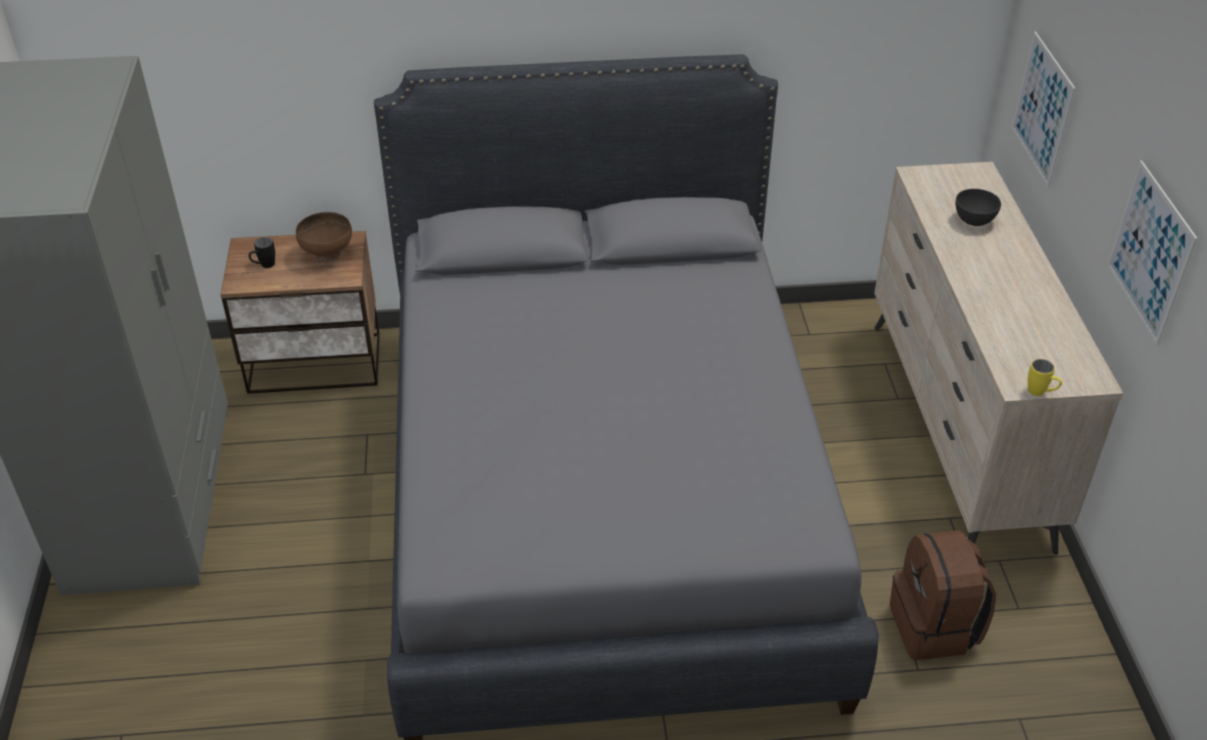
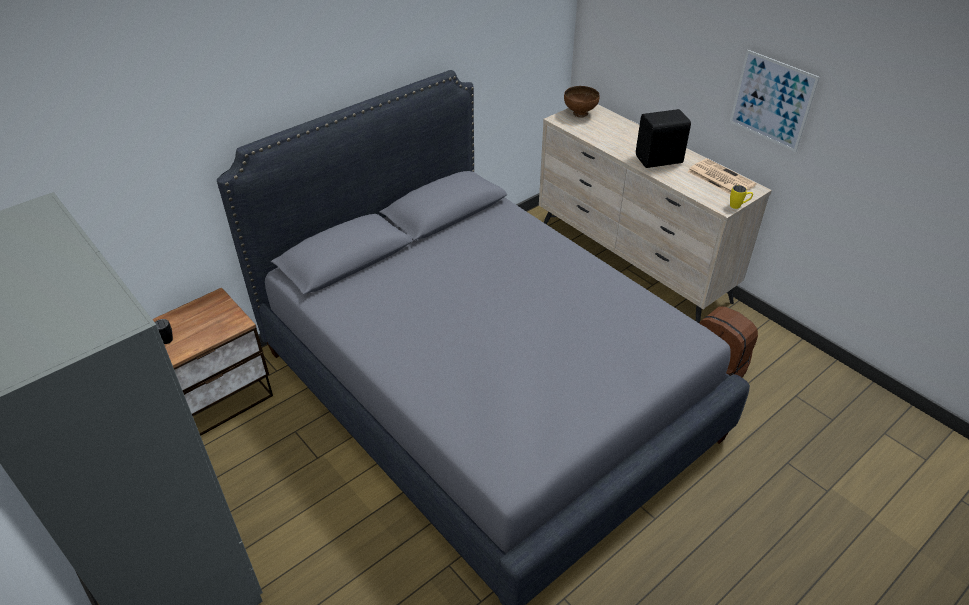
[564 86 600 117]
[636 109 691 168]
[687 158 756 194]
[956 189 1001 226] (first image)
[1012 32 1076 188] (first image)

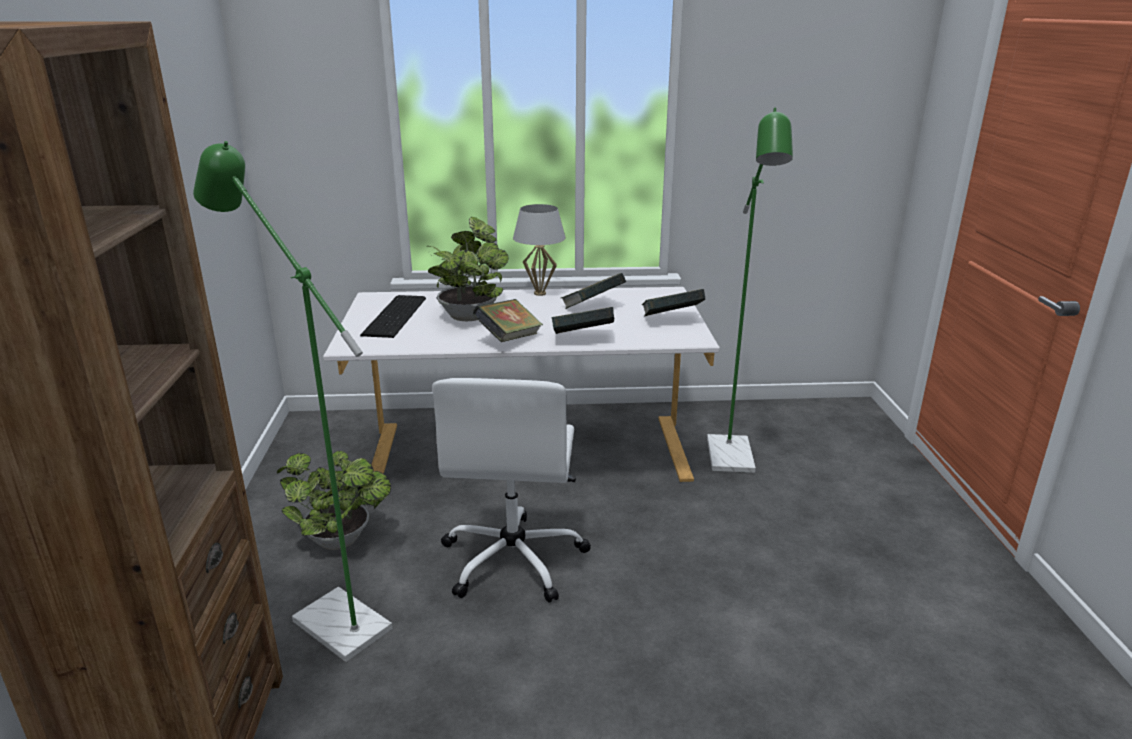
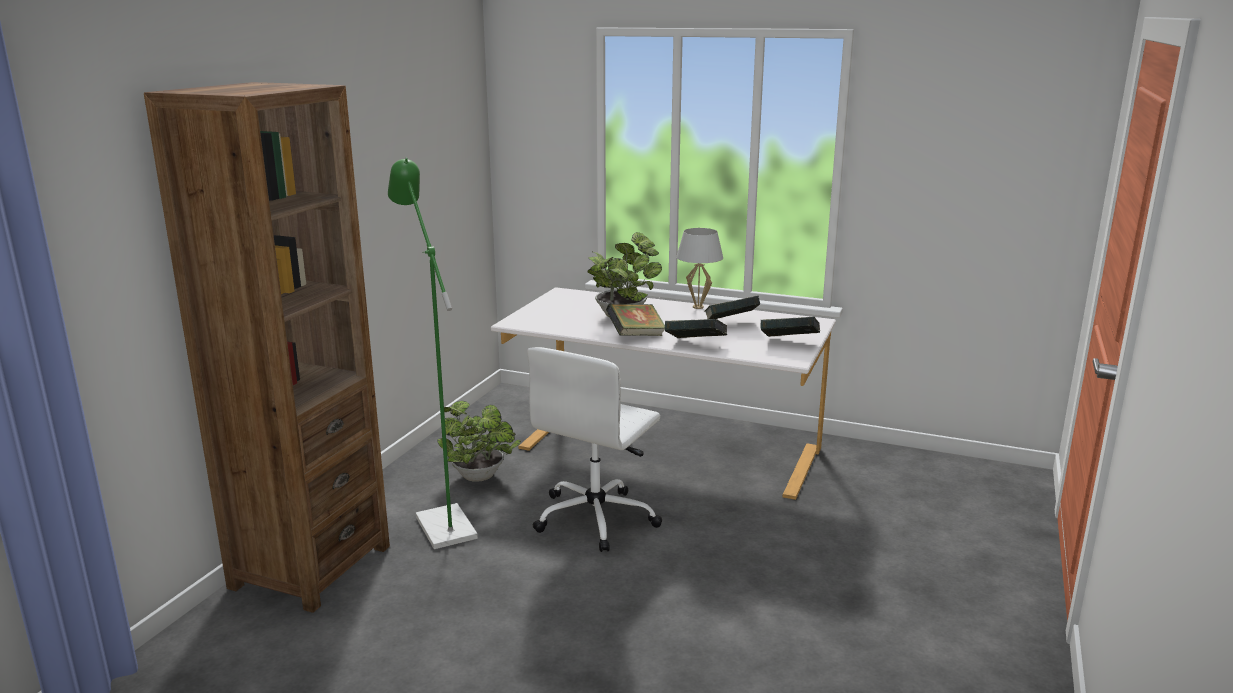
[360 295 426 338] (first image)
[707 107 793 473] (first image)

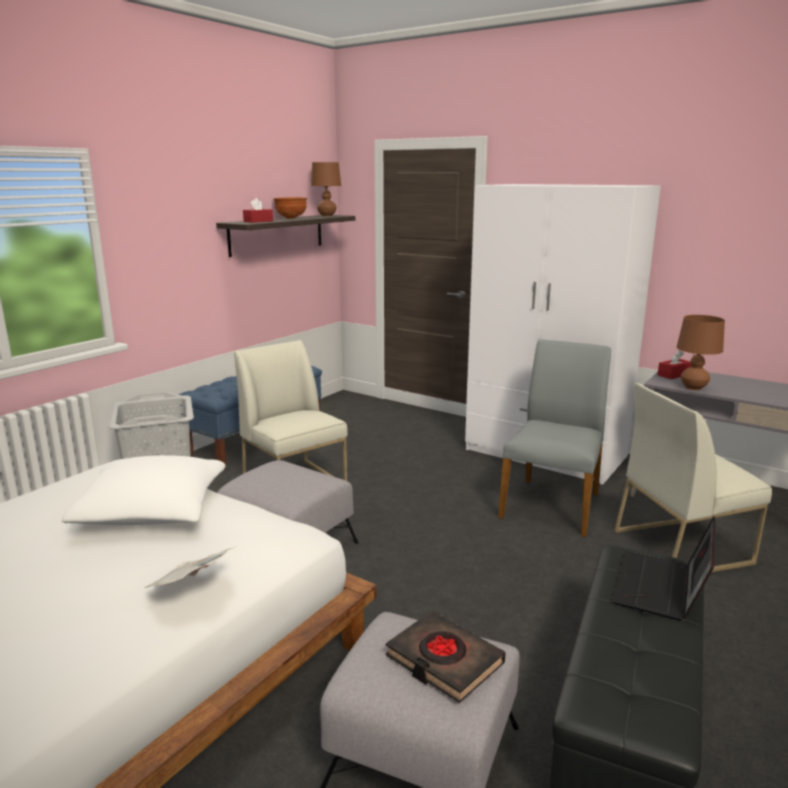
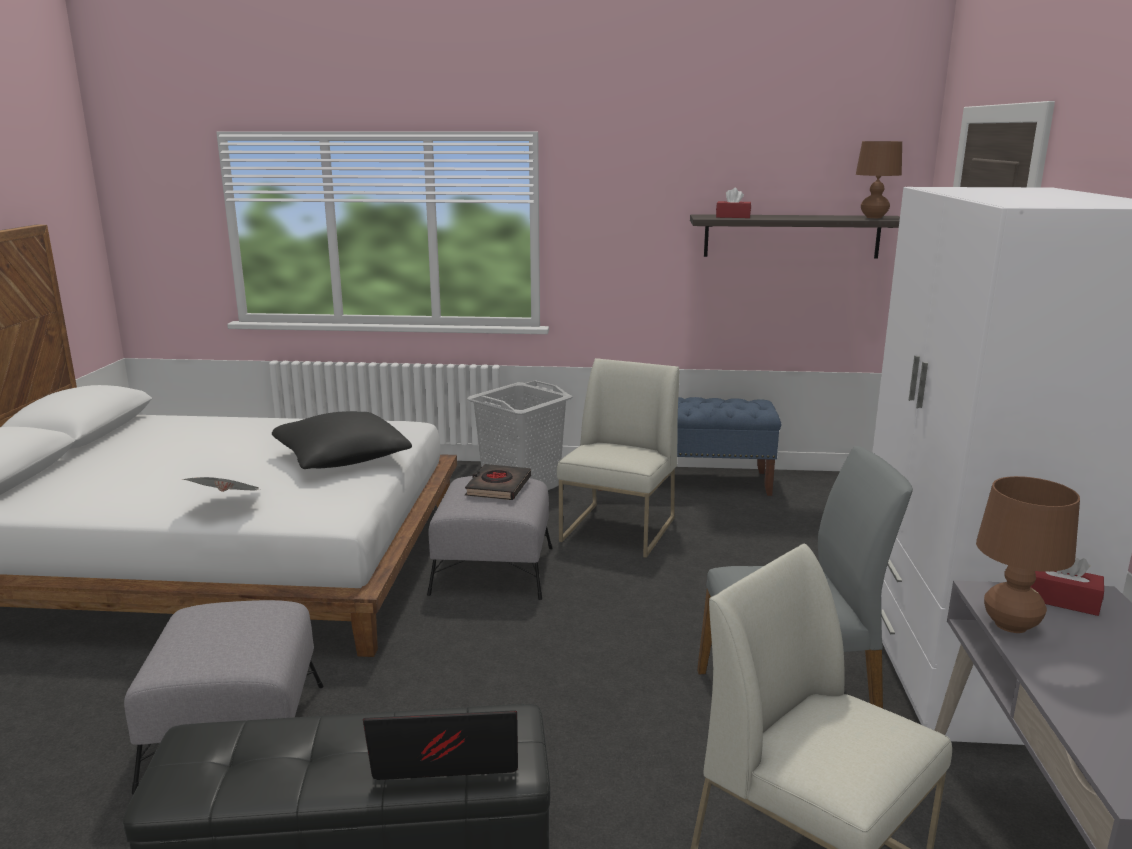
[272 411 412 469]
[465 464 531 500]
[273 197 307 219] (first image)

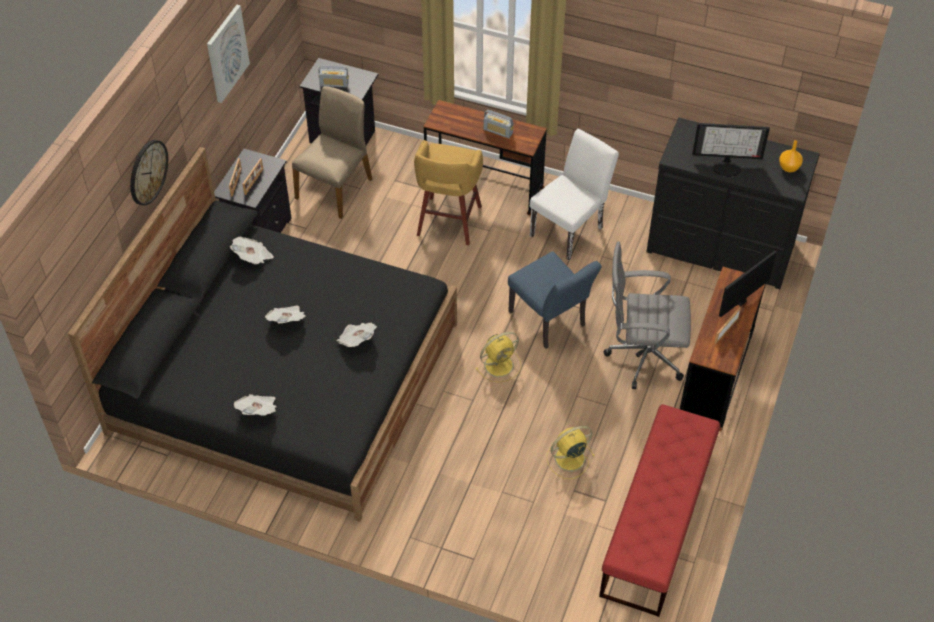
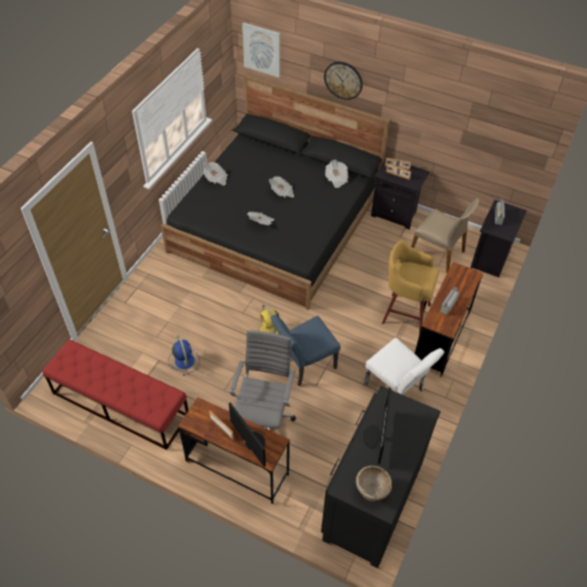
[168 335 200 376]
[242 22 280 78]
[356 466 392 501]

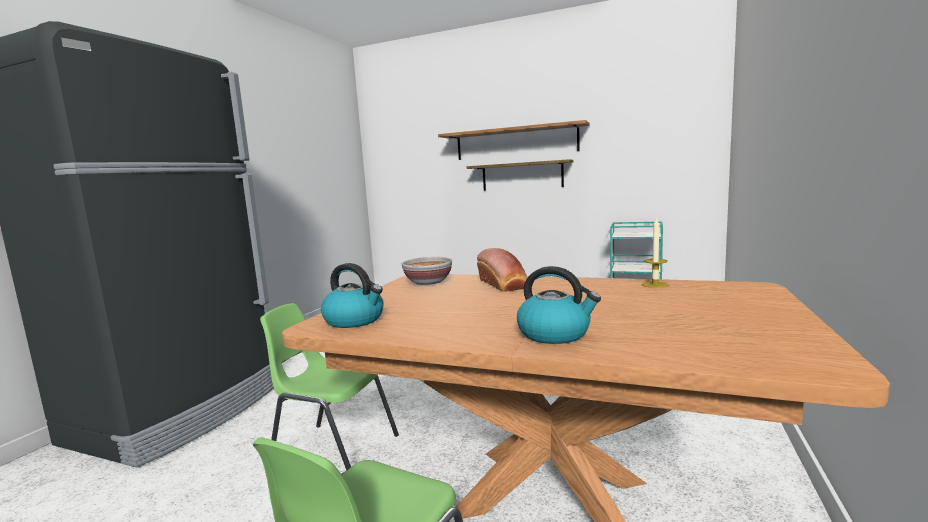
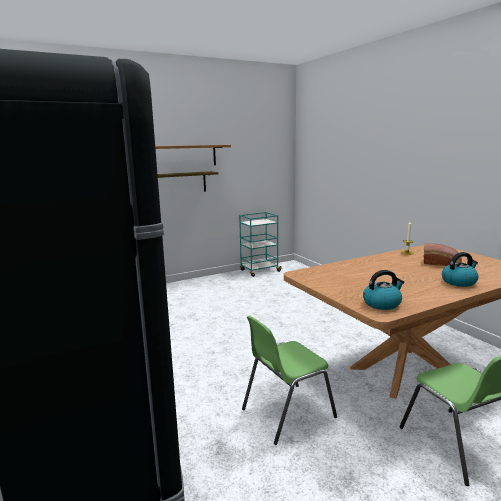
[423 243 462 266]
[402 257 452 285] (first image)

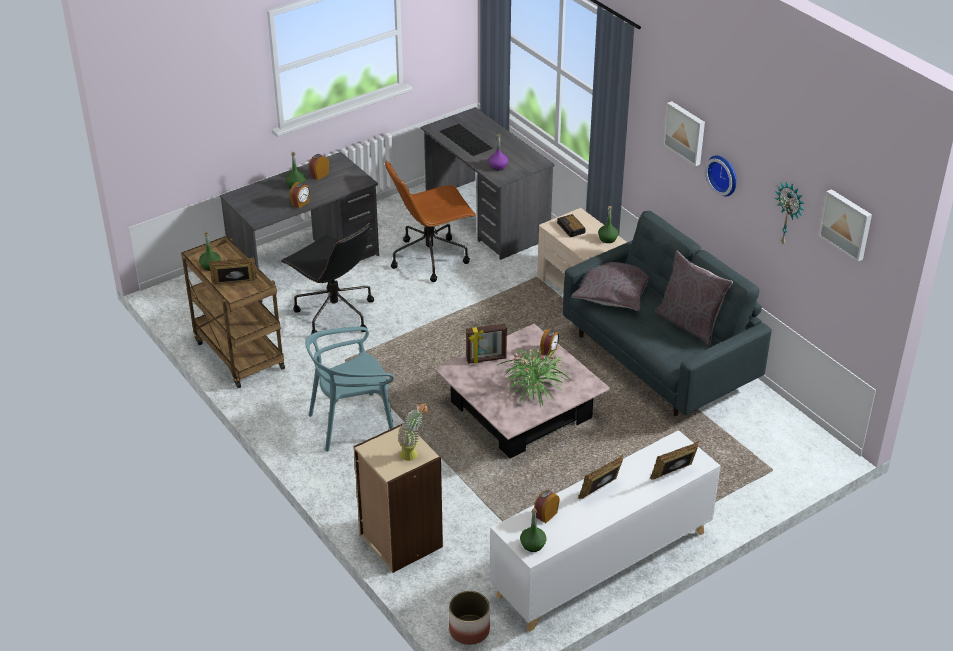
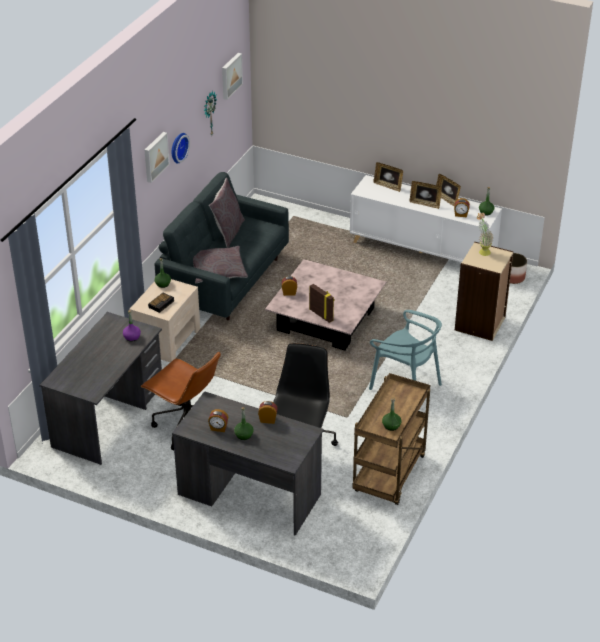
[436 174 461 206]
[440 124 493 156] (first image)
[496 345 571 408] (first image)

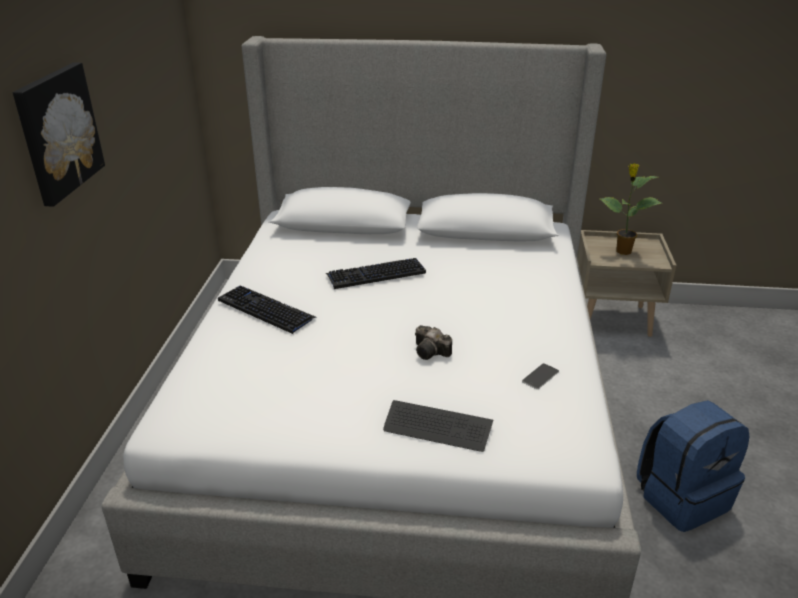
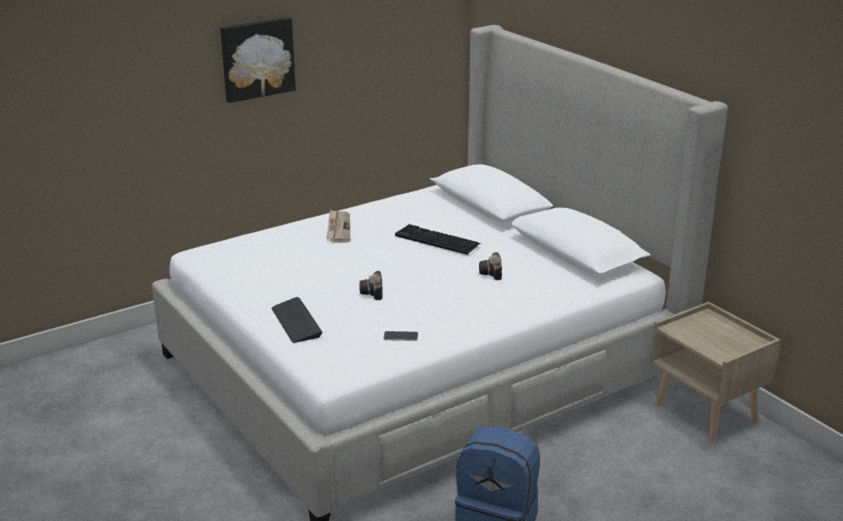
[326 210 350 243]
[479 252 502 280]
[600 163 662 255] (first image)

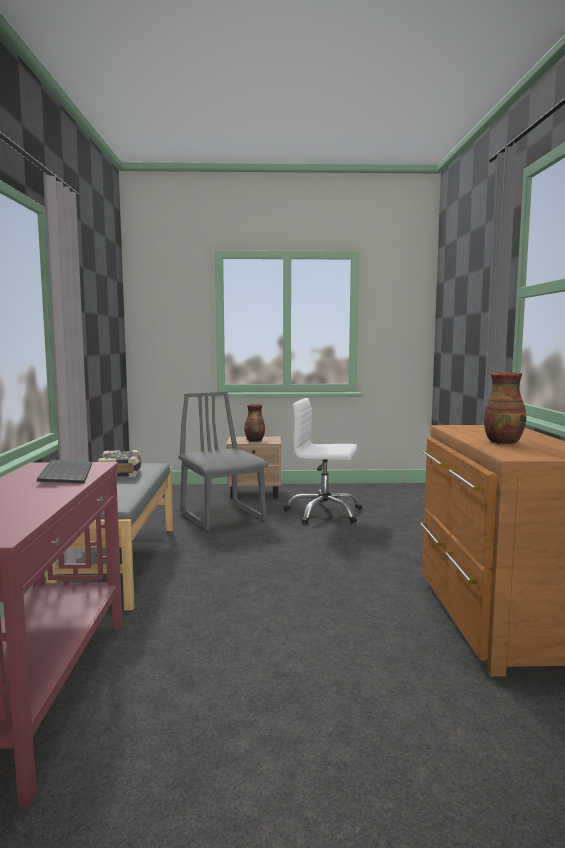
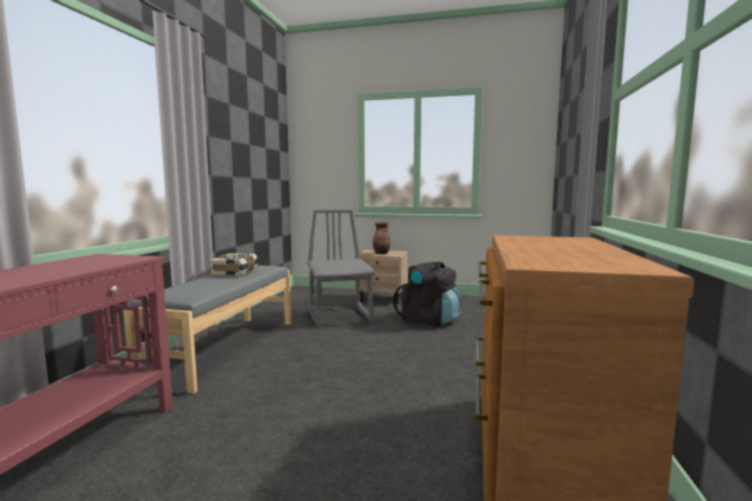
[393 261 461 327]
[37 460 92 484] (first image)
[484 372 526 444] (first image)

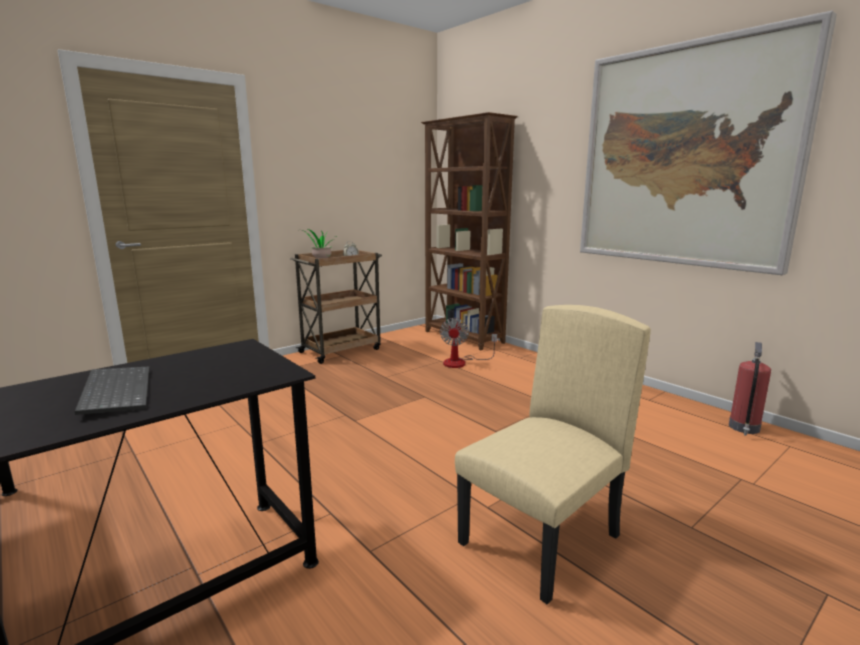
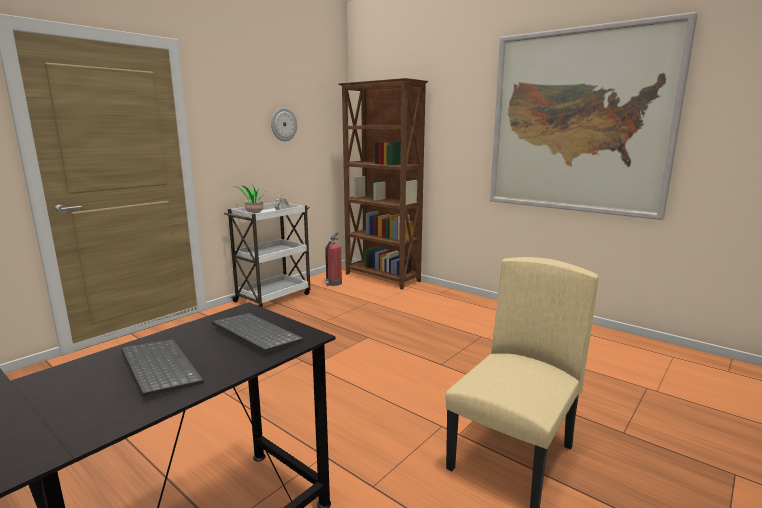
[212 313 304 352]
[224 202 310 307]
[271 107 297 141]
[325 232 342 286]
[440 318 497 368] (first image)

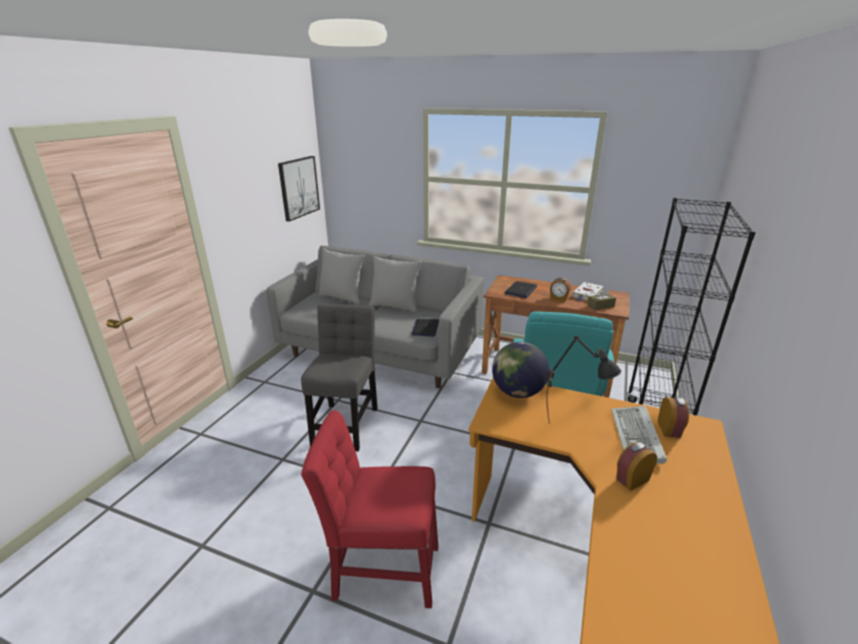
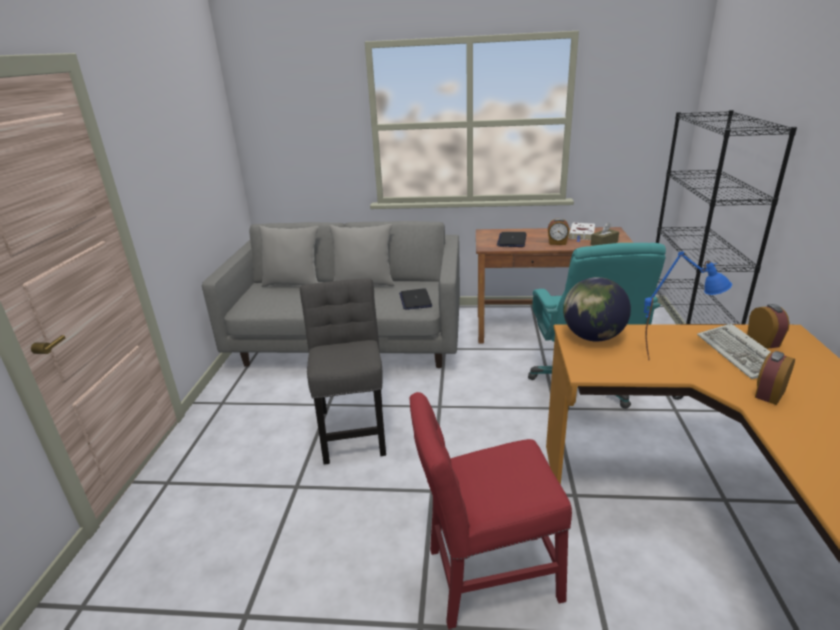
[644 252 732 360]
[278 156 320 222] (first image)

